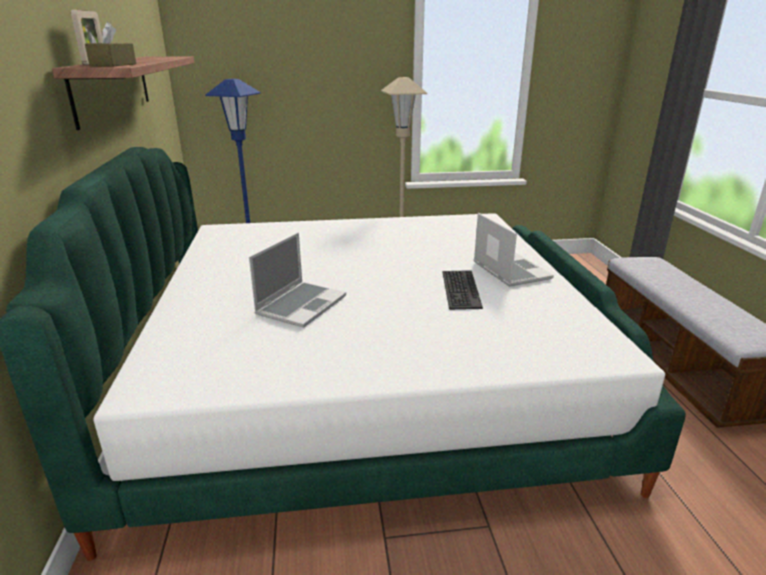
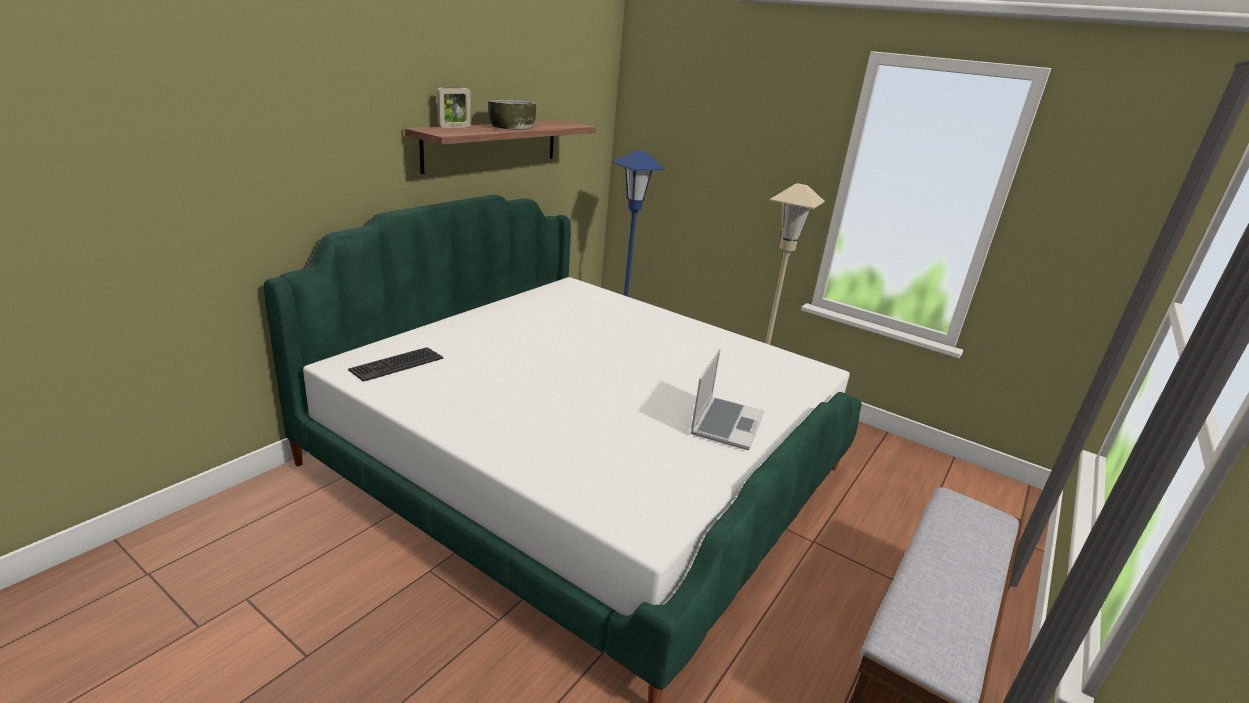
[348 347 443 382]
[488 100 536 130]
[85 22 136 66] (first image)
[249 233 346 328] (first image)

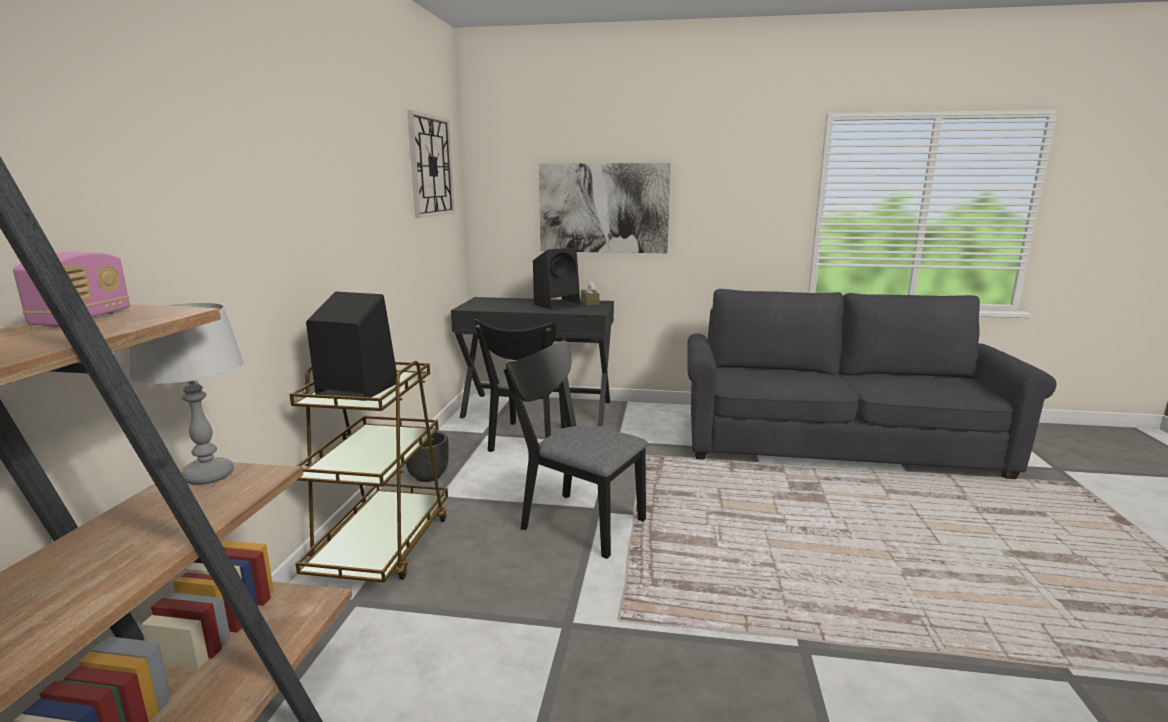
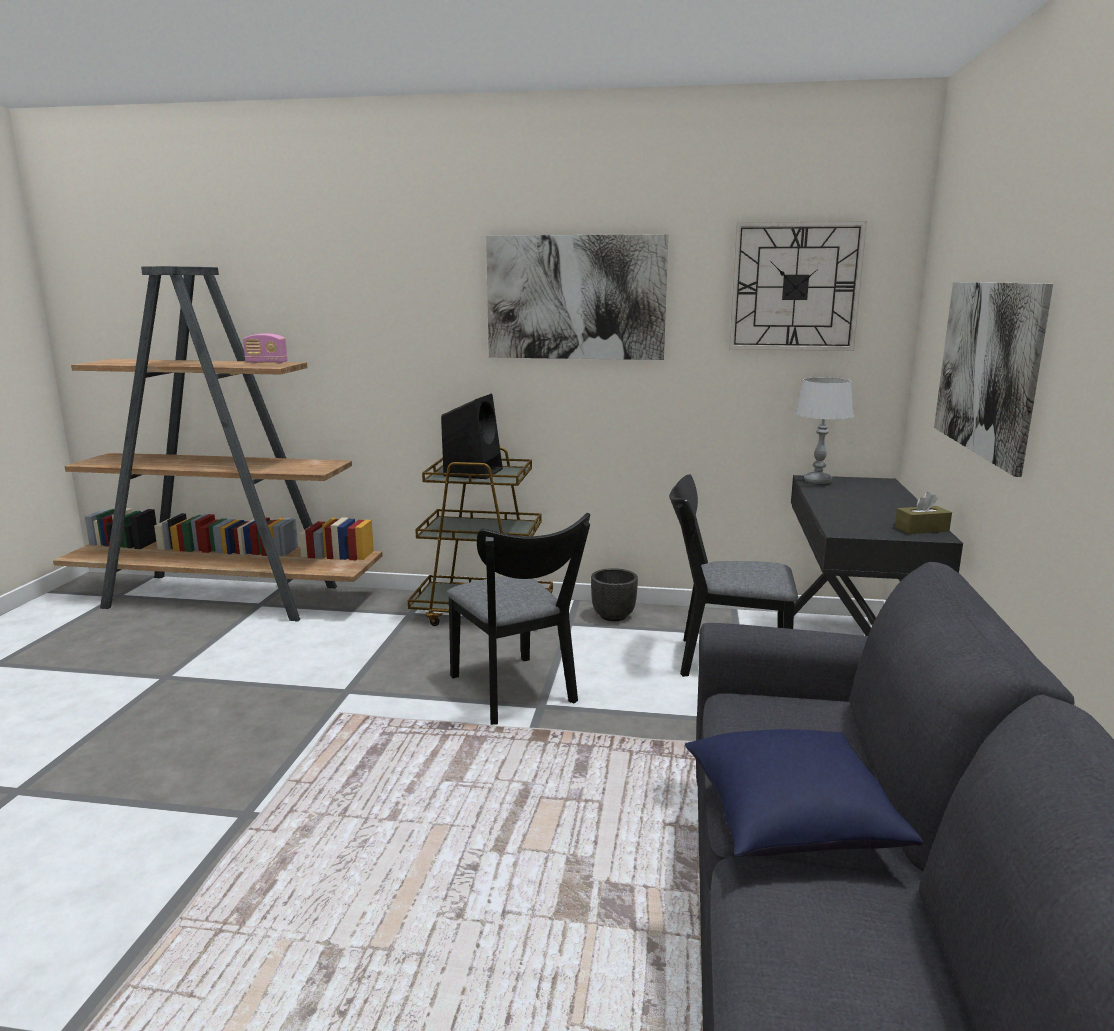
[447 513 590 725]
[486 234 668 360]
[685 729 923 857]
[795 378 854 484]
[533 248 580 310] (first image)

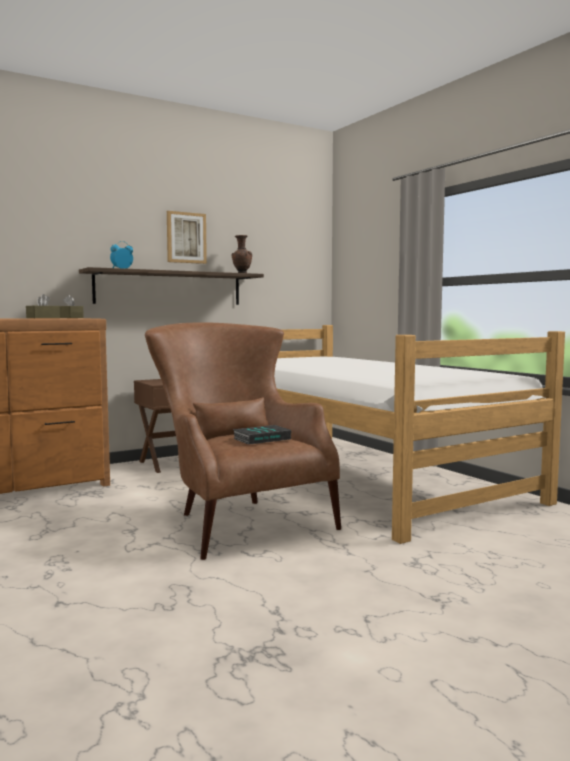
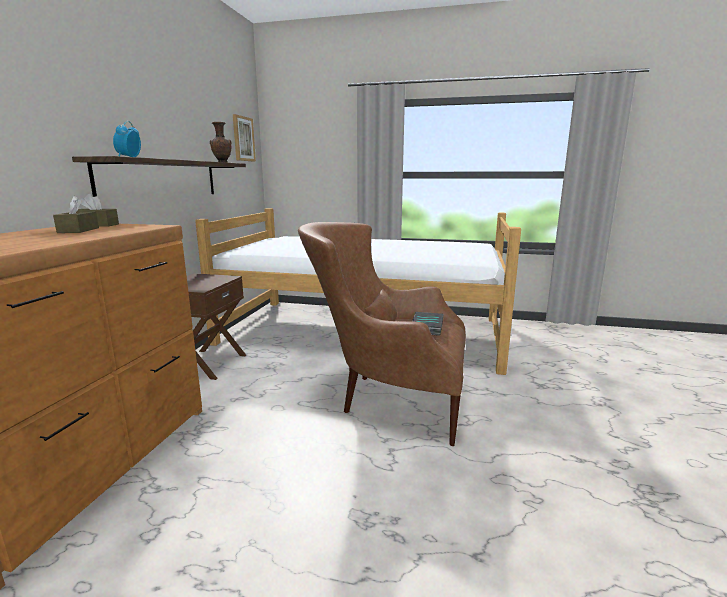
[233 114 256 161]

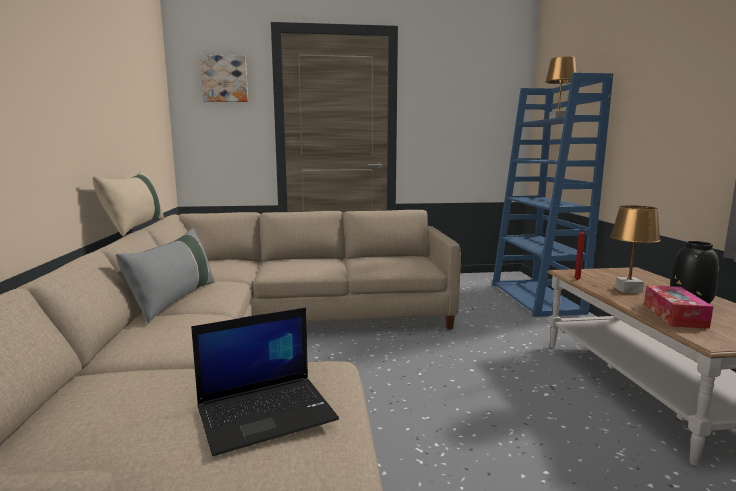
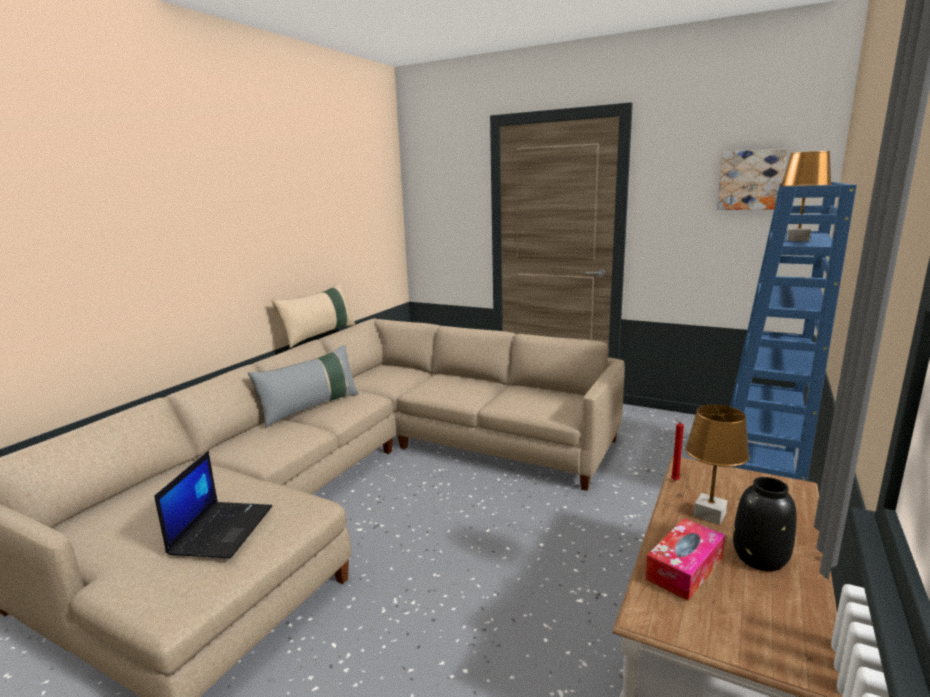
[154 451 272 559]
[717 149 787 210]

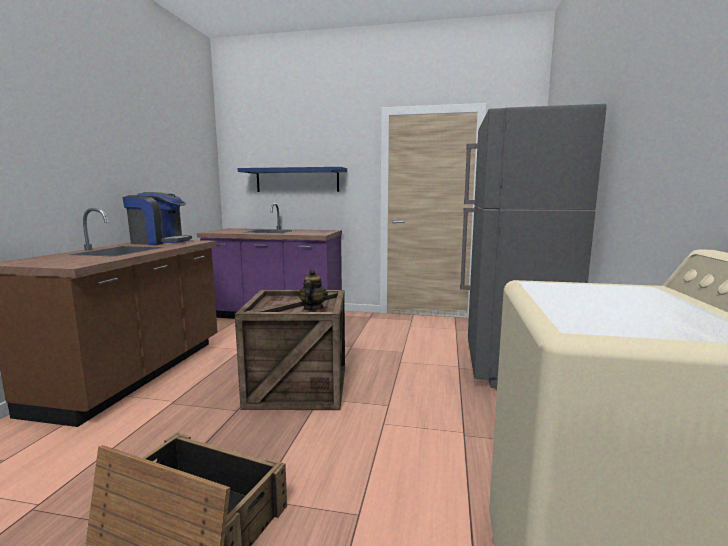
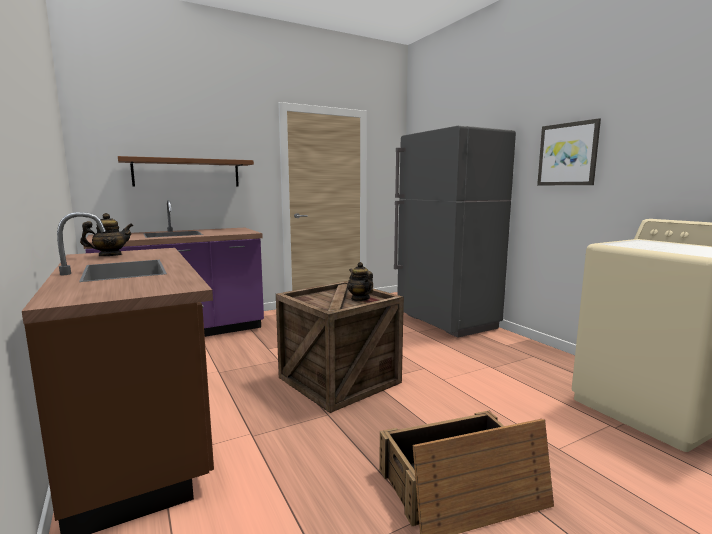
[80 213 133 256]
[118 156 254 186]
[537 118 601 185]

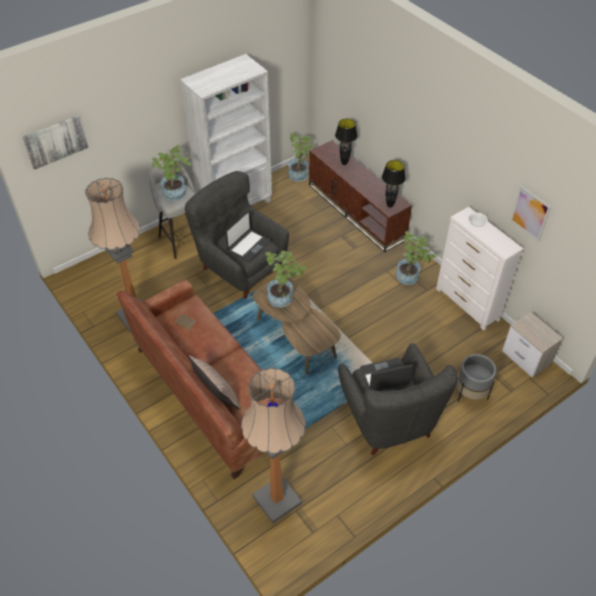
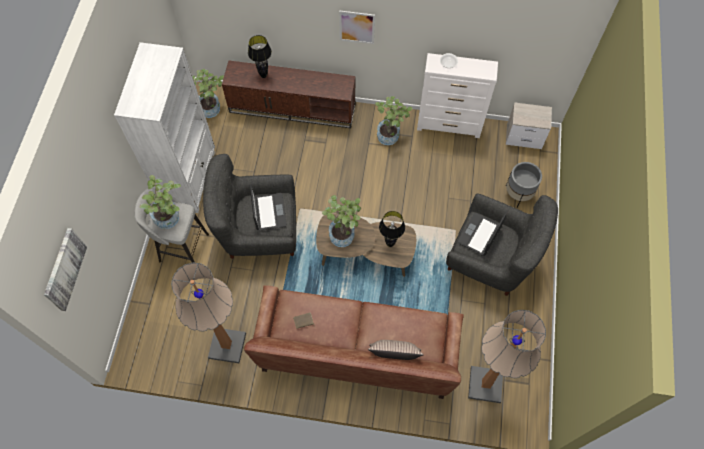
[339 10 375 44]
[379 211 405 247]

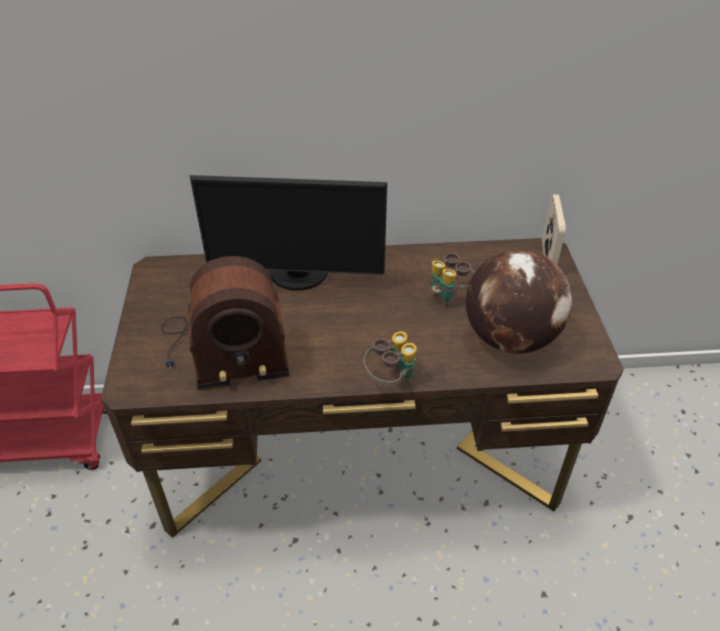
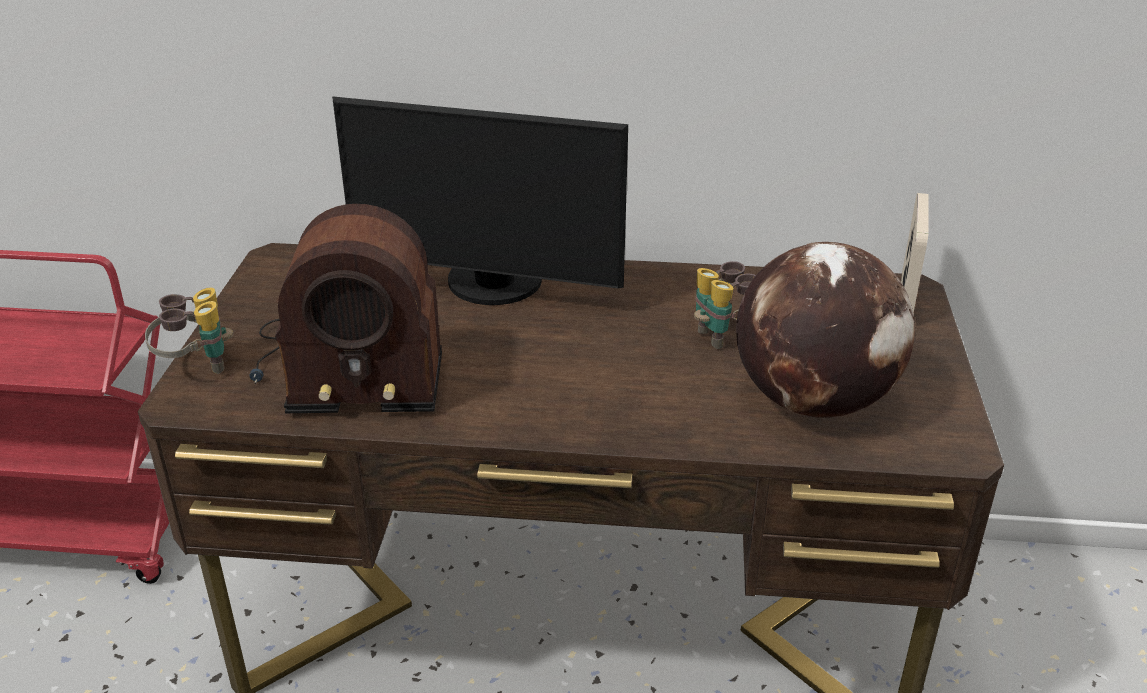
[145 288 233 374]

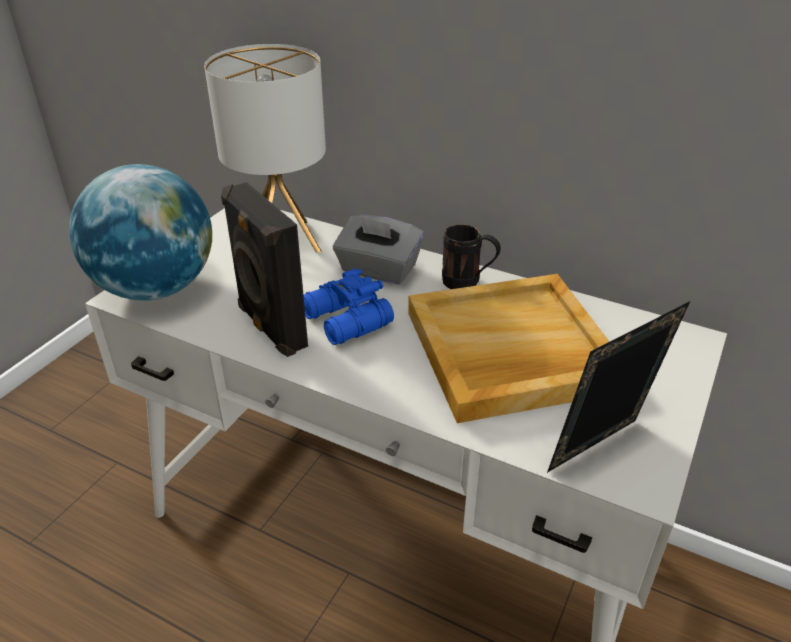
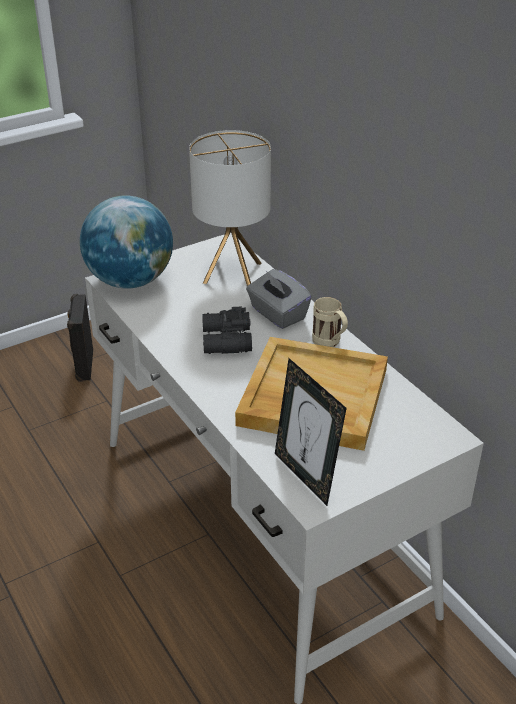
[67 294 93 382]
[202 307 252 354]
[275 358 347 506]
[312 297 348 347]

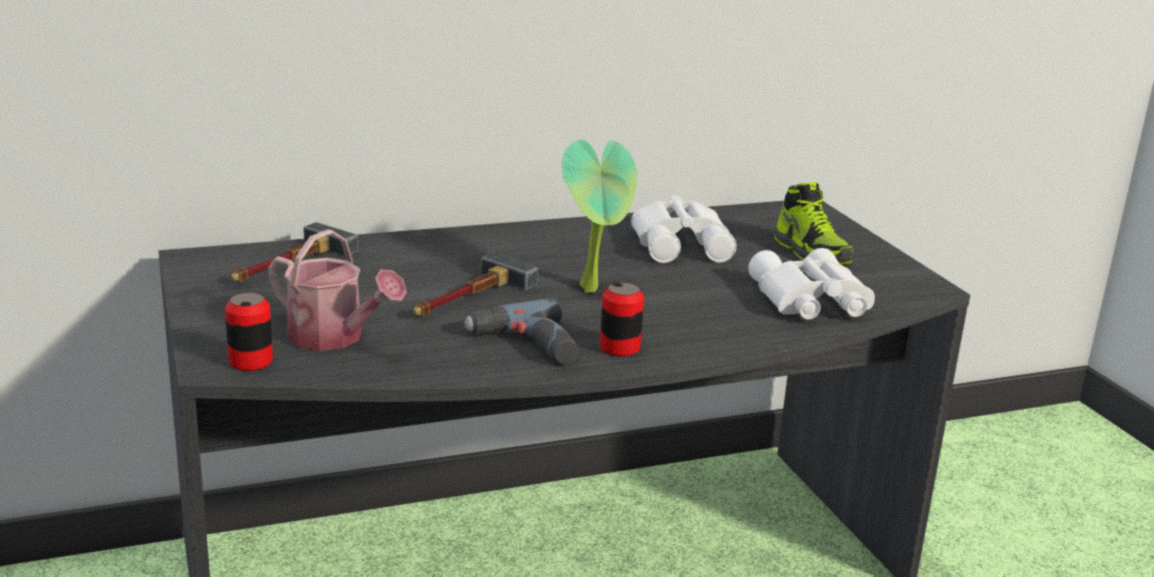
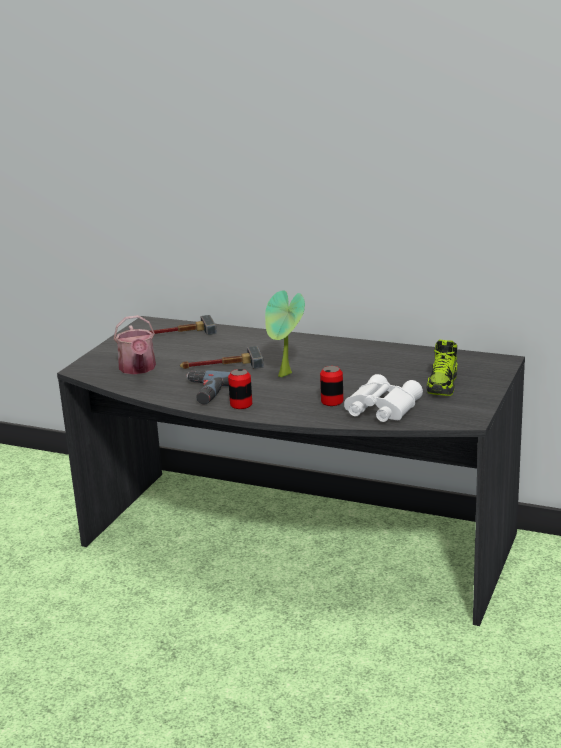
[320 366 343 406]
[631 195 737 263] (first image)

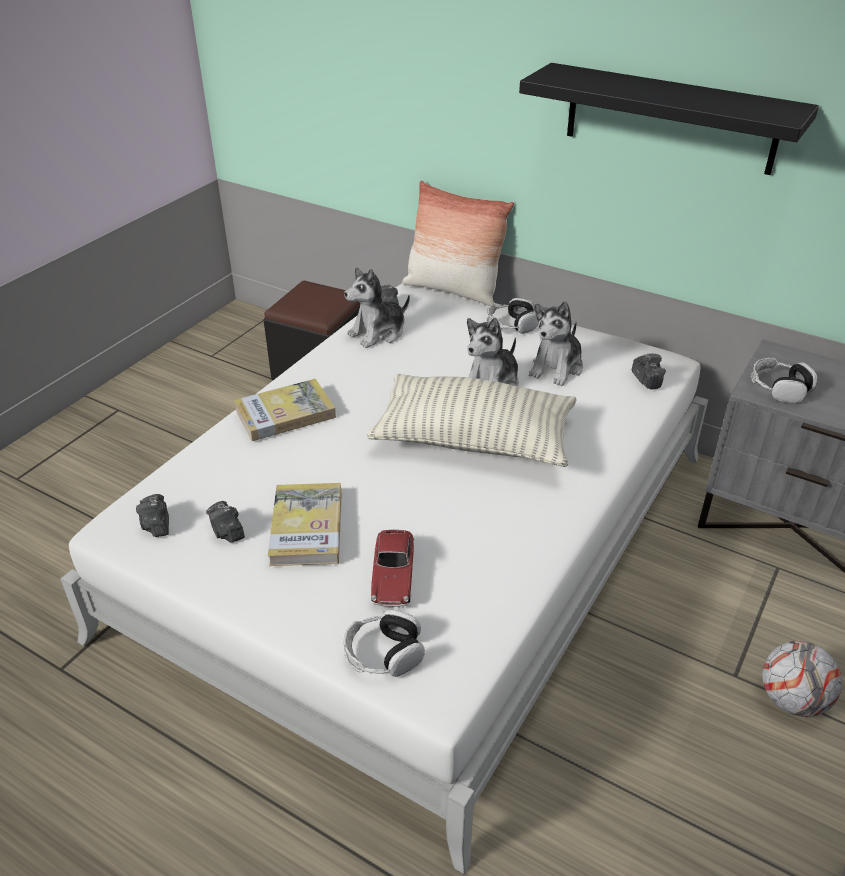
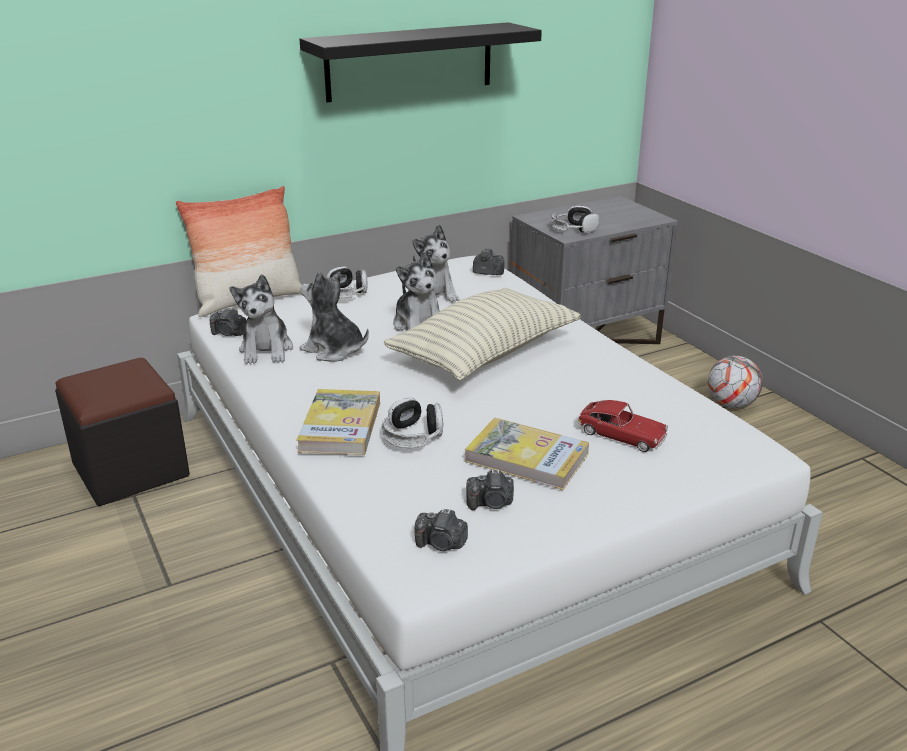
[300 271 369 362]
[382 397 443 448]

